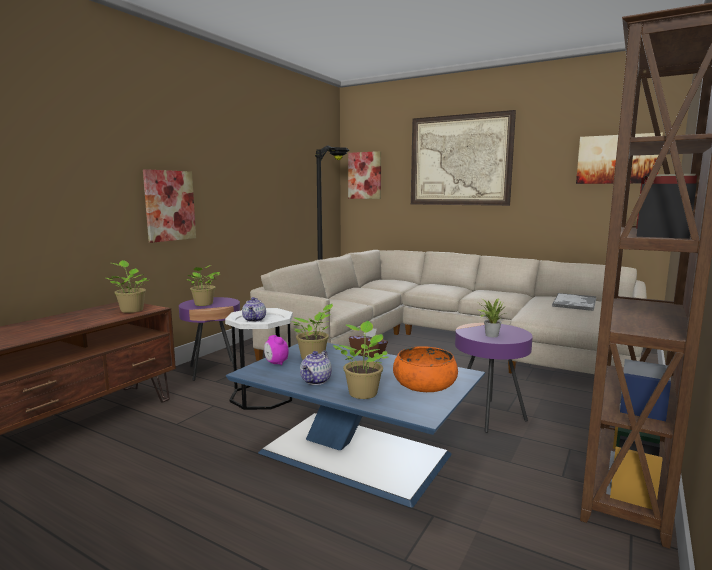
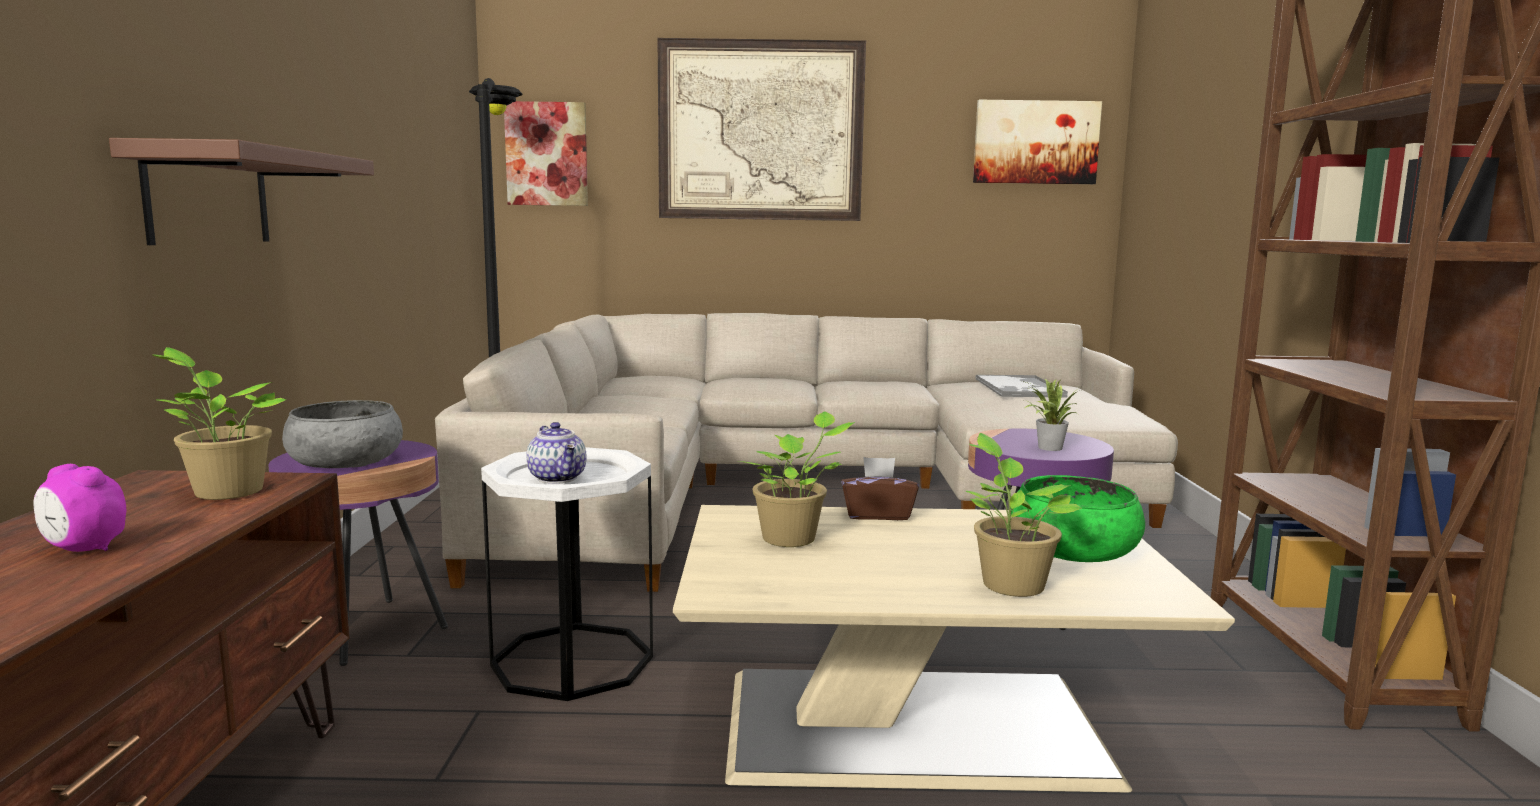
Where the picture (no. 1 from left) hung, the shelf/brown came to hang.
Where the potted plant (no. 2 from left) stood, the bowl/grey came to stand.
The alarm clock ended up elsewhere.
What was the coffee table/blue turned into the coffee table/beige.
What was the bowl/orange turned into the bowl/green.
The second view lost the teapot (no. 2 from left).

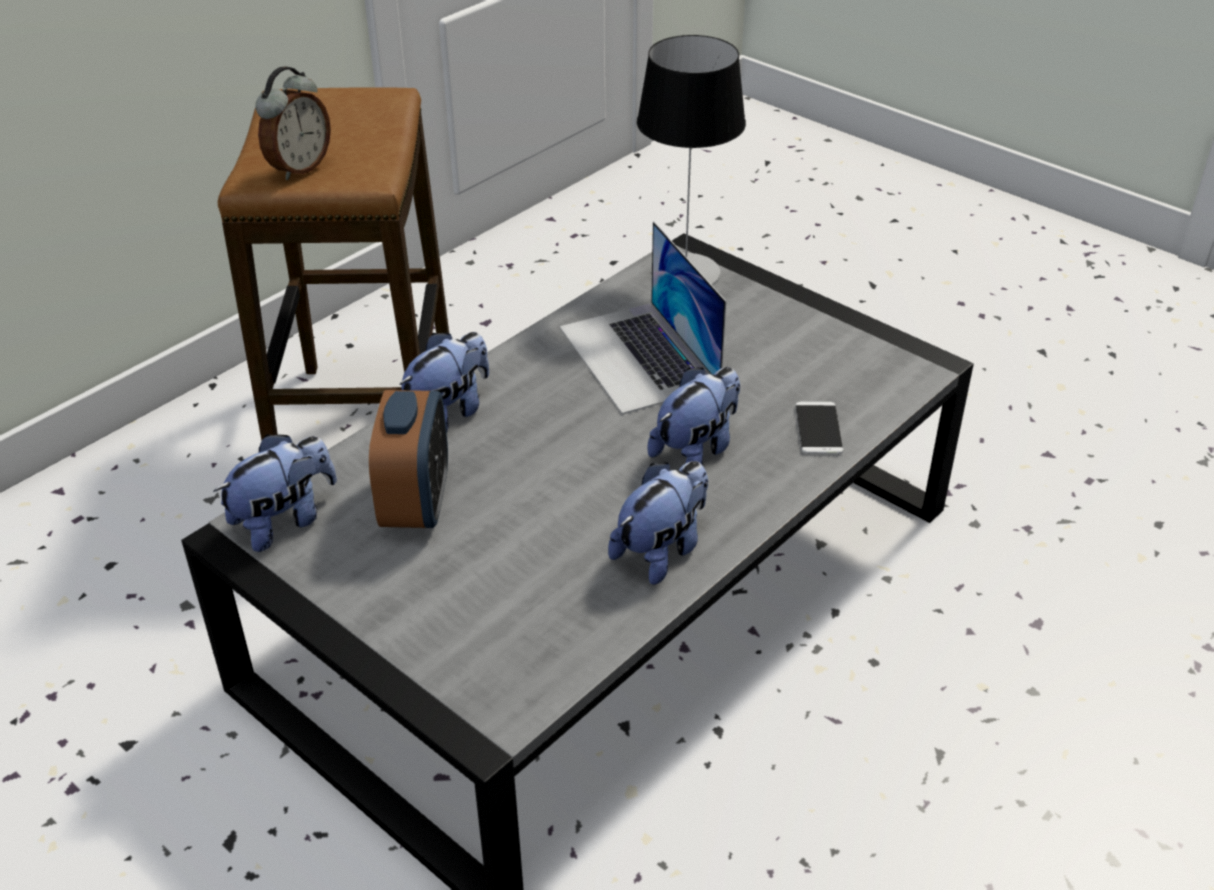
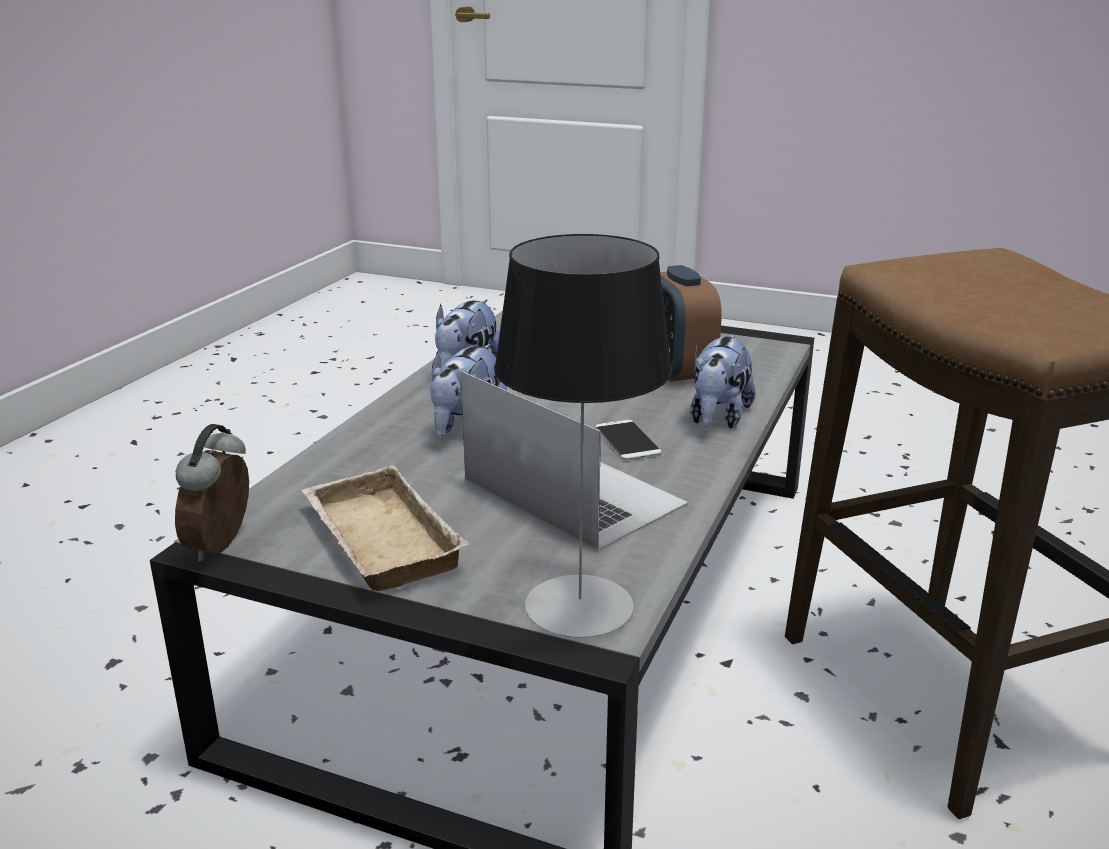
The alarm clock (no. 1 from left) ended up elsewhere.
The phone ended up elsewhere.
The second view lost the plush toy (no. 1 from left).
The second view gained the tray/beige.

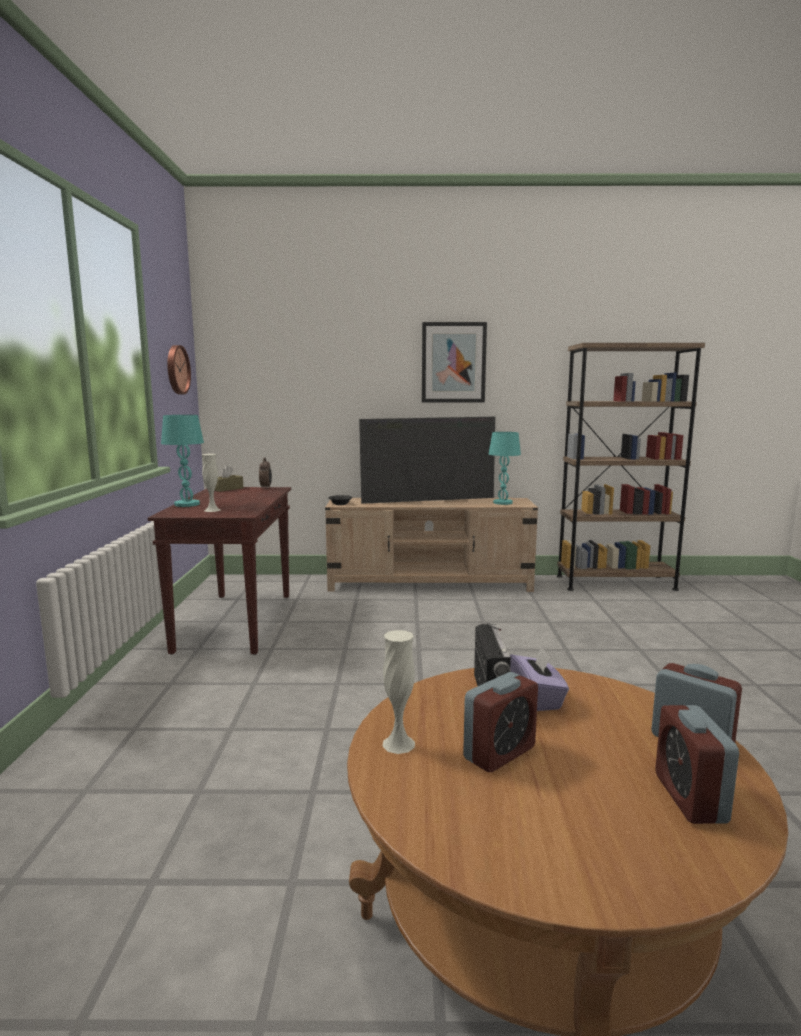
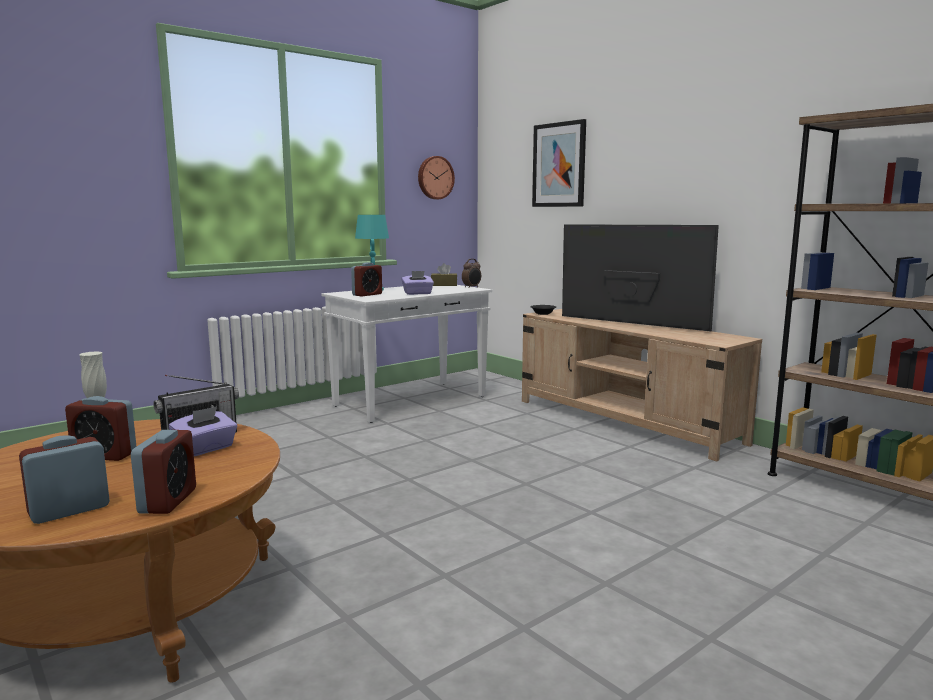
The picture ended up elsewhere.
The second view lost the table lamp/turquoise (no. 2 from left).
Where the vase/white (no. 1 from left) stood, the alarm clock (no. 4 from left) came to stand.
What was the console table/brown turned into the console table/white.
The second view gained the tissue box/purple (no. 2 from left).

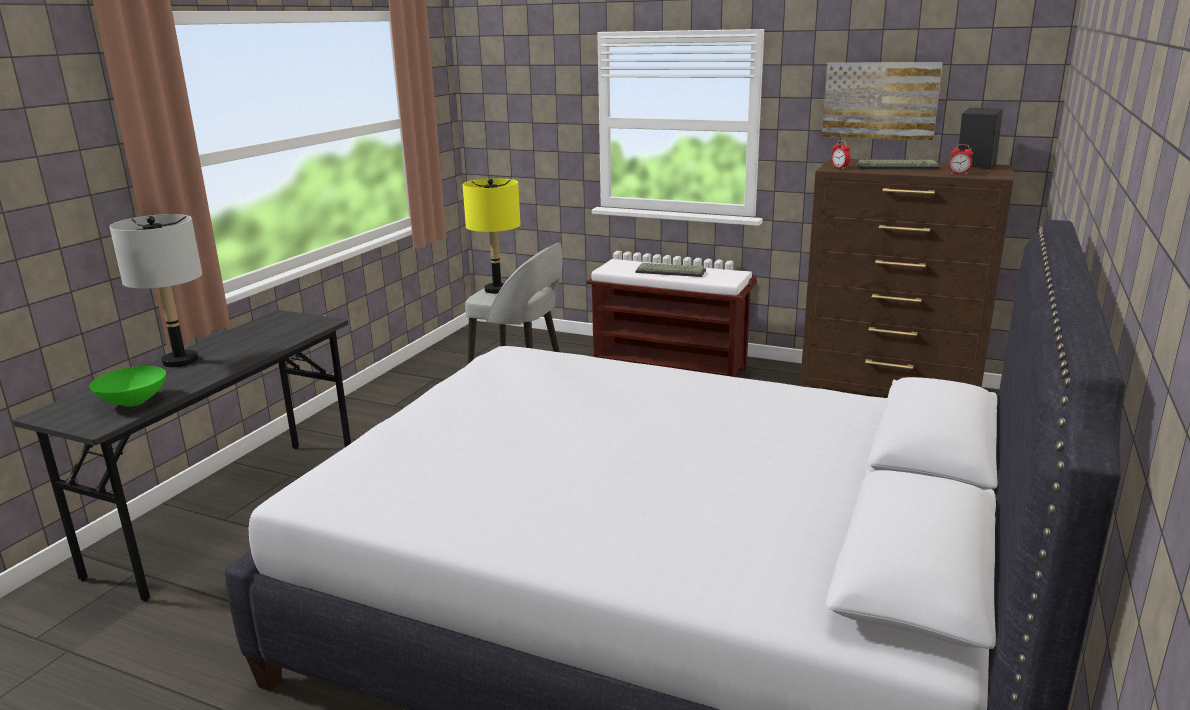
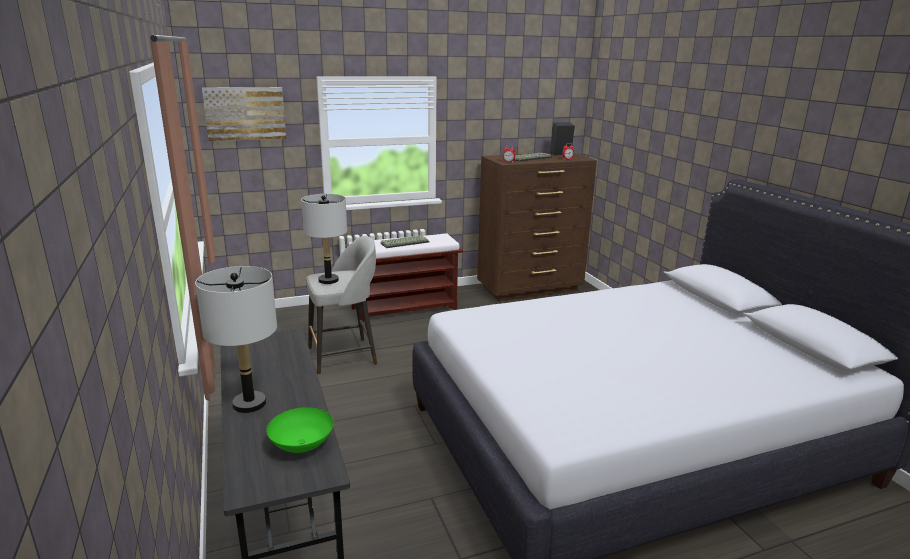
The picture ended up elsewhere.
What was the table lamp/yellow turned into the table lamp/grey (no. 2 from left).

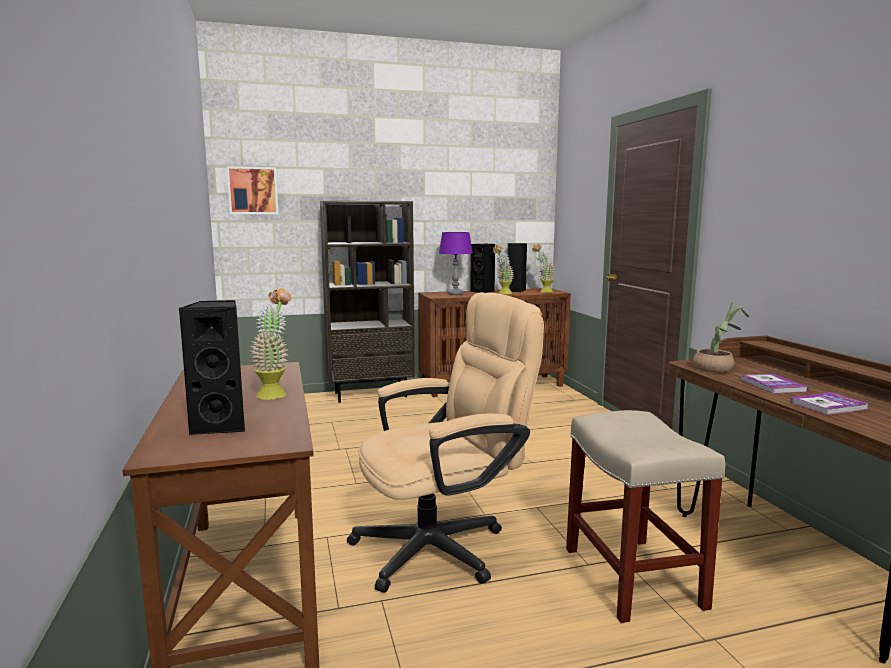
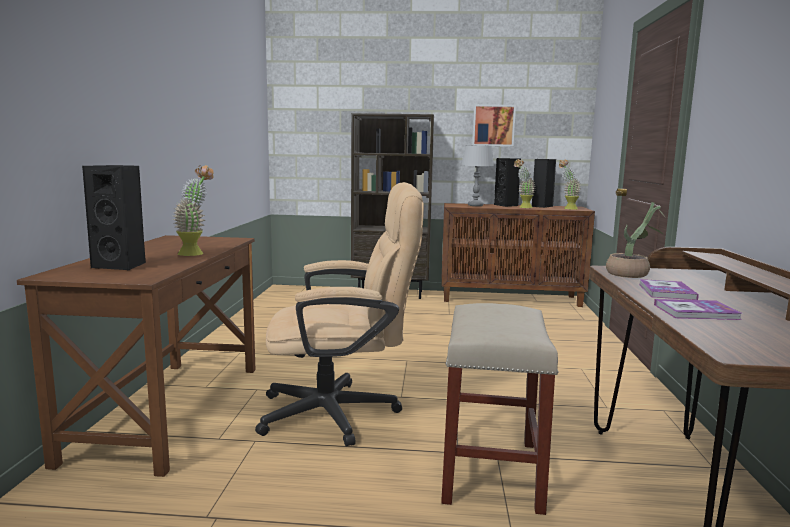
The picture ended up elsewhere.
What was the table lamp/purple turned into the table lamp/grey.

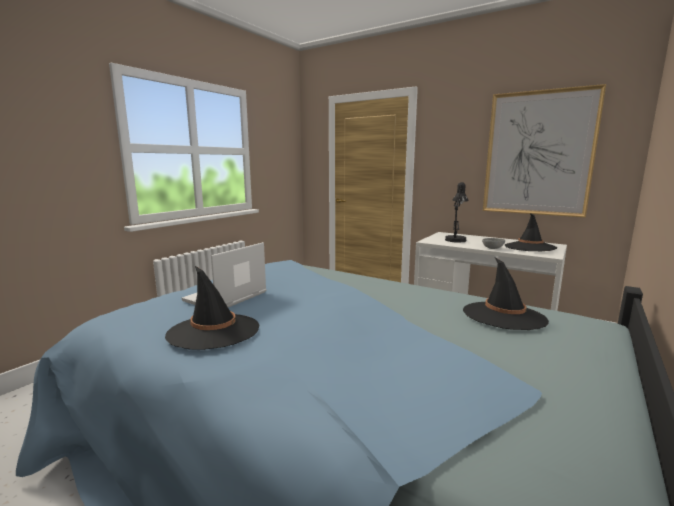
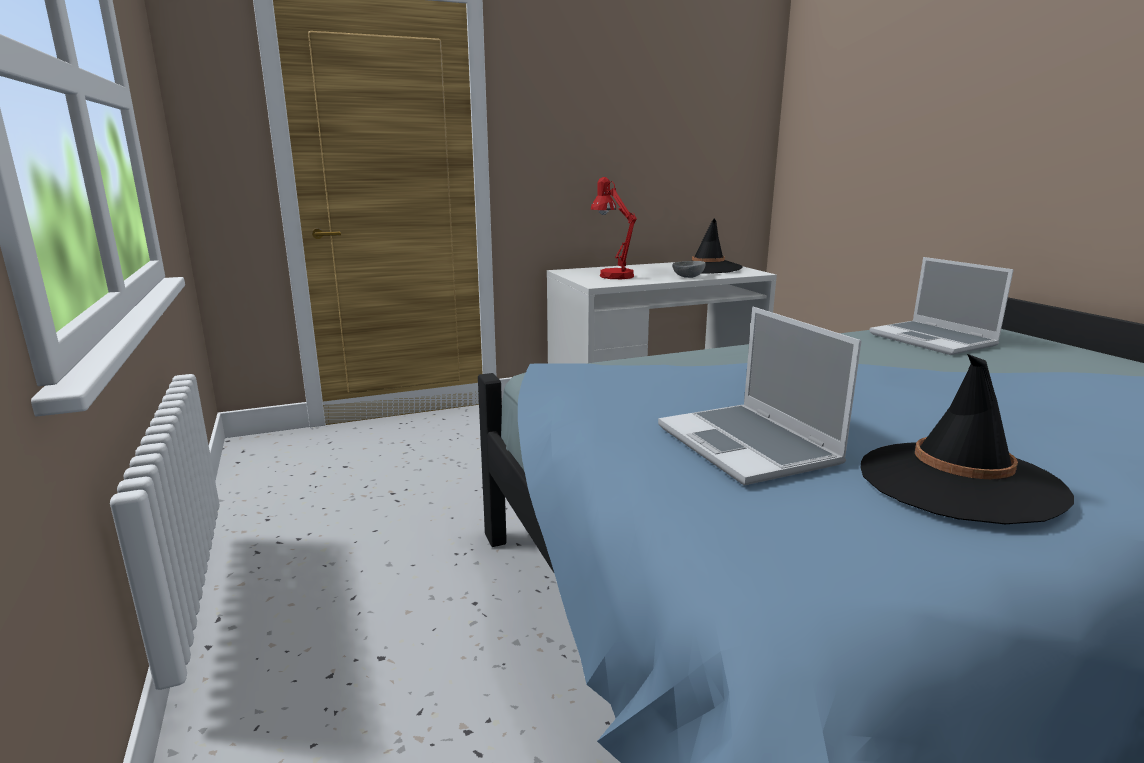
The second view lost the picture.
What was the table lamp/black turned into the table lamp/red.
Where the hat/black (no. 2 from left) stood, the laptop (no. 2 from left) came to stand.

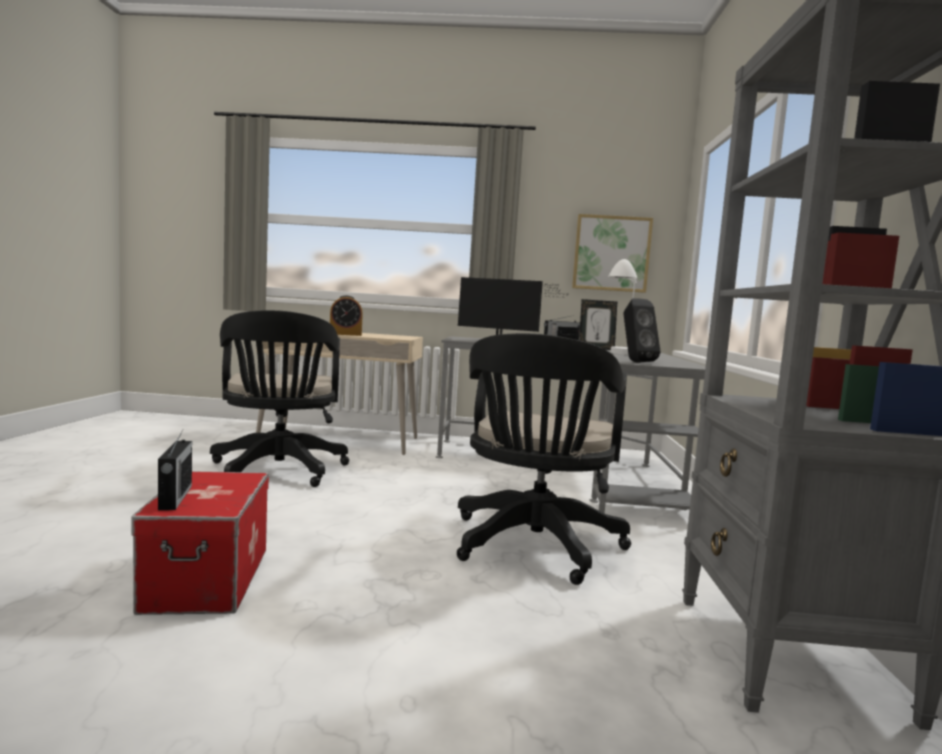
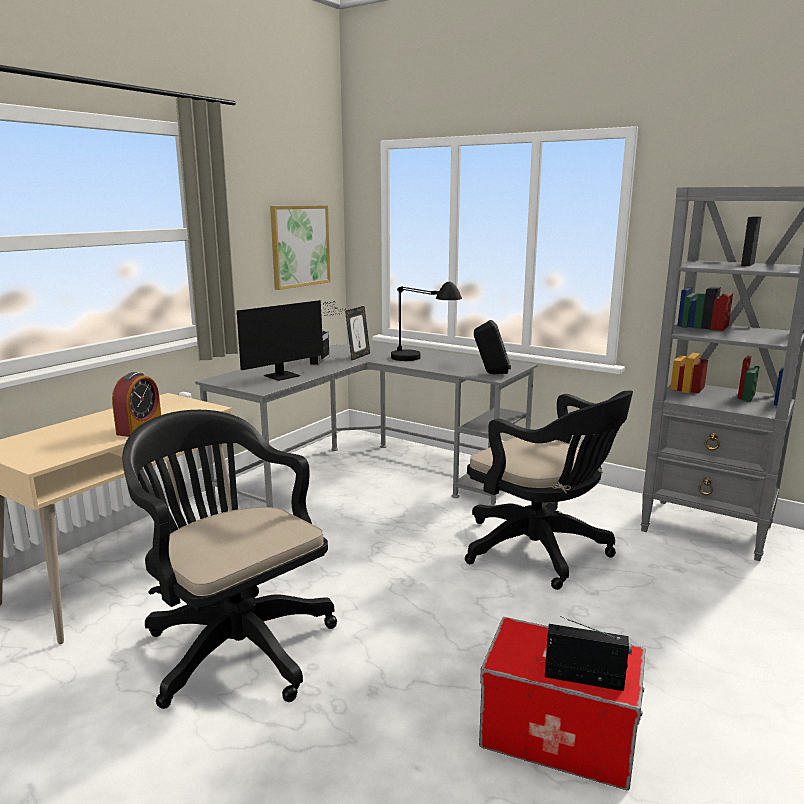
What was the table lamp/white turned into the table lamp/black.
The office chair/black (no. 1 from left) ended up facing another way, 150 degrees counterclockwise from before.

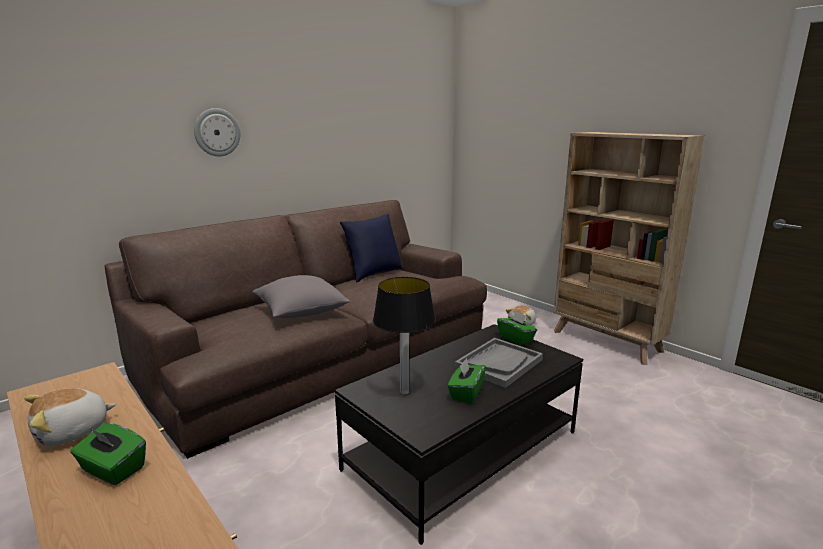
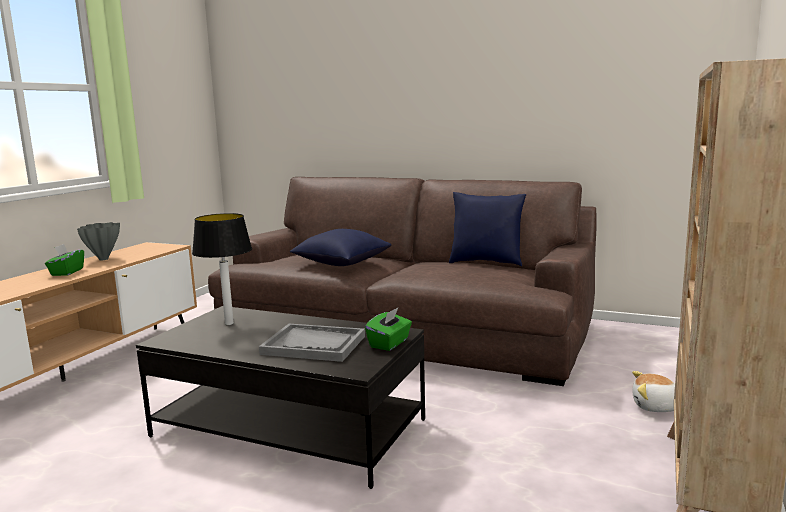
The second view lost the wall clock.
What was the pillow/grey turned into the pillow/blue (no. 1 from left).
The second view lost the tissue box/green (no. 2 from left).
Where the plush toy (no. 1 from left) stood, the vase/grey came to stand.

